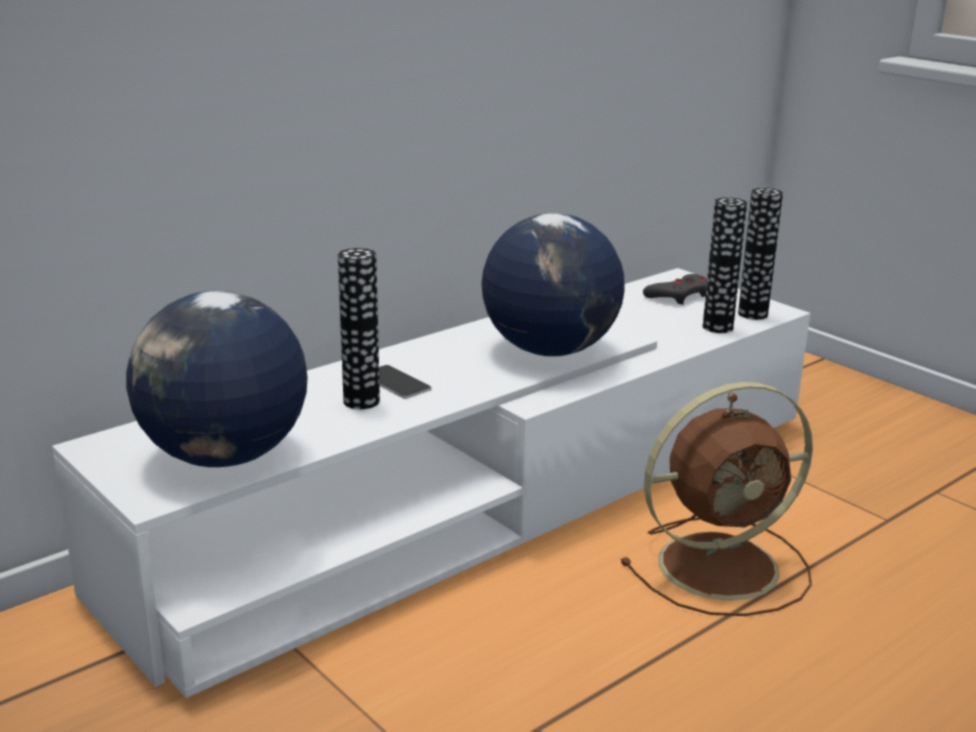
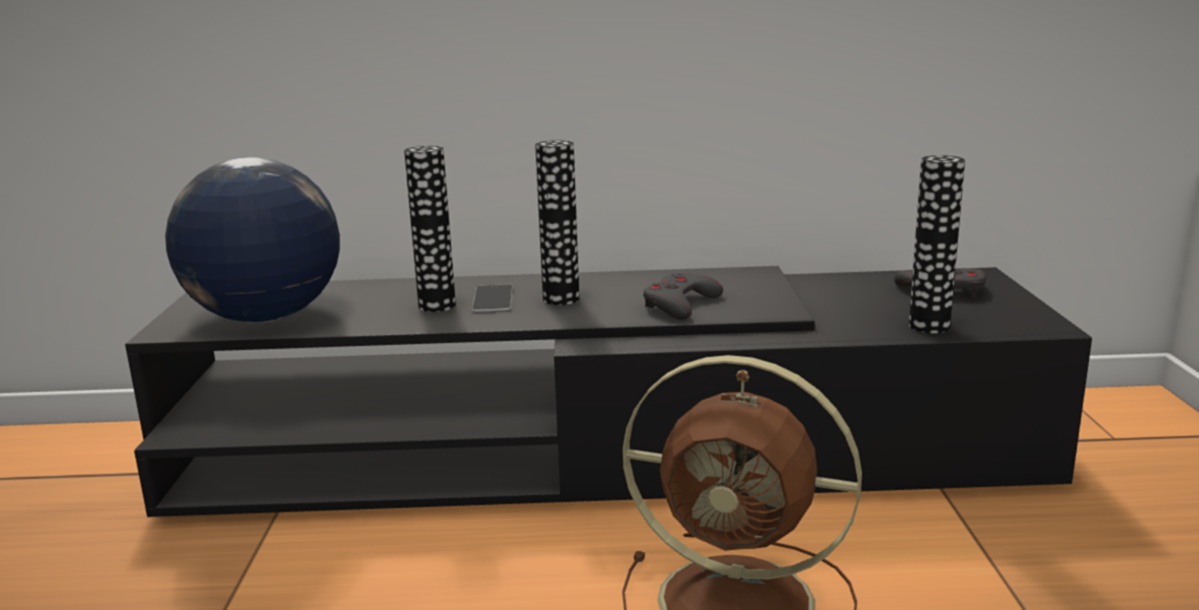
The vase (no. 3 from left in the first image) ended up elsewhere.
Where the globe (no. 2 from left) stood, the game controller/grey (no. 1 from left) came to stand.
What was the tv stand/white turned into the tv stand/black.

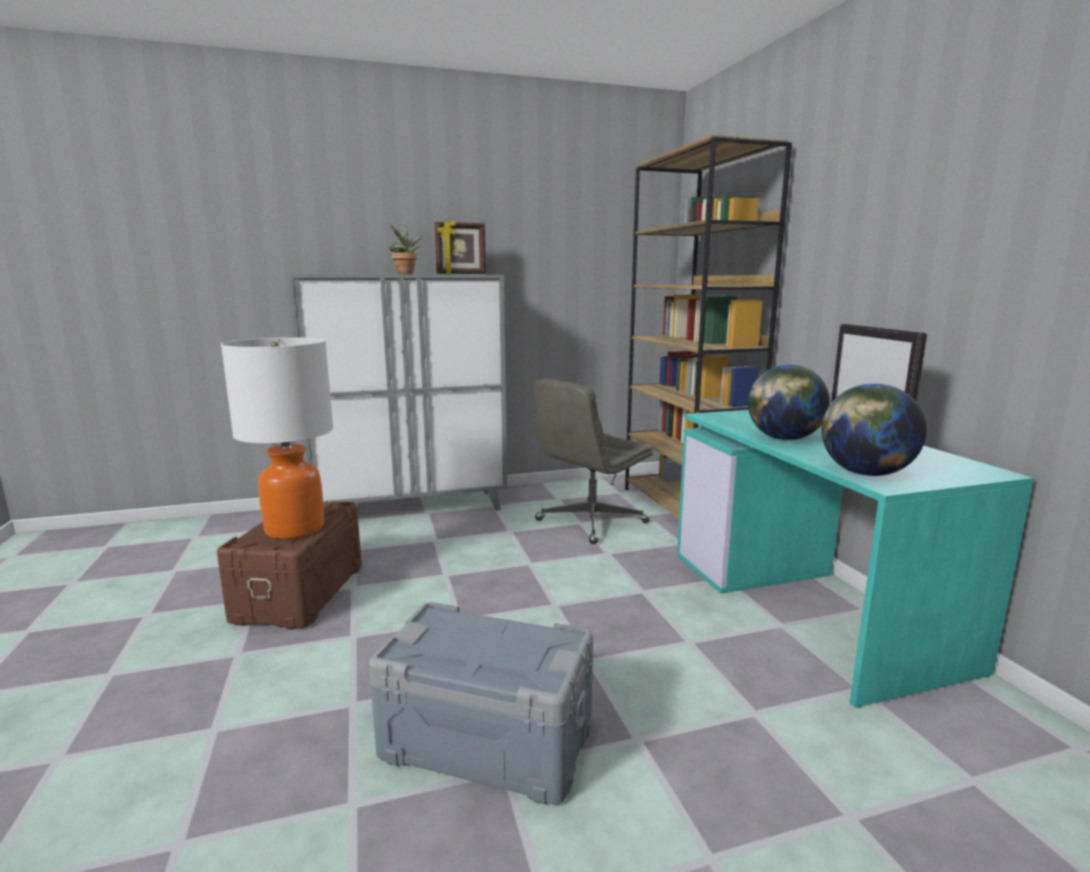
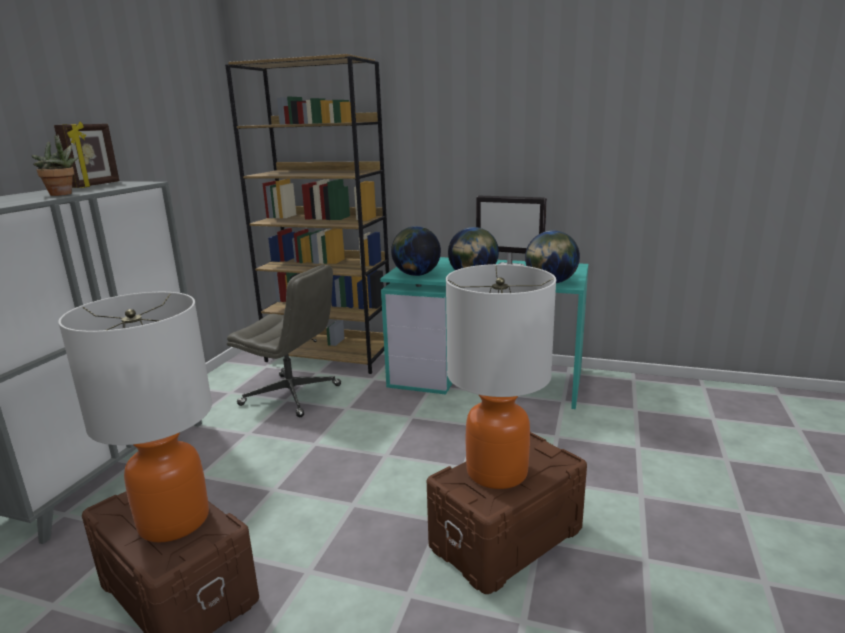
The office chair/grey ended up facing another way, 60 degrees counterclockwise from before.
What was the storage box/grey turned into the storage box/brown (no. 2 from left).
The second view gained the globe (no. 1 from left).
The second view gained the table lamp (no. 2 from left).

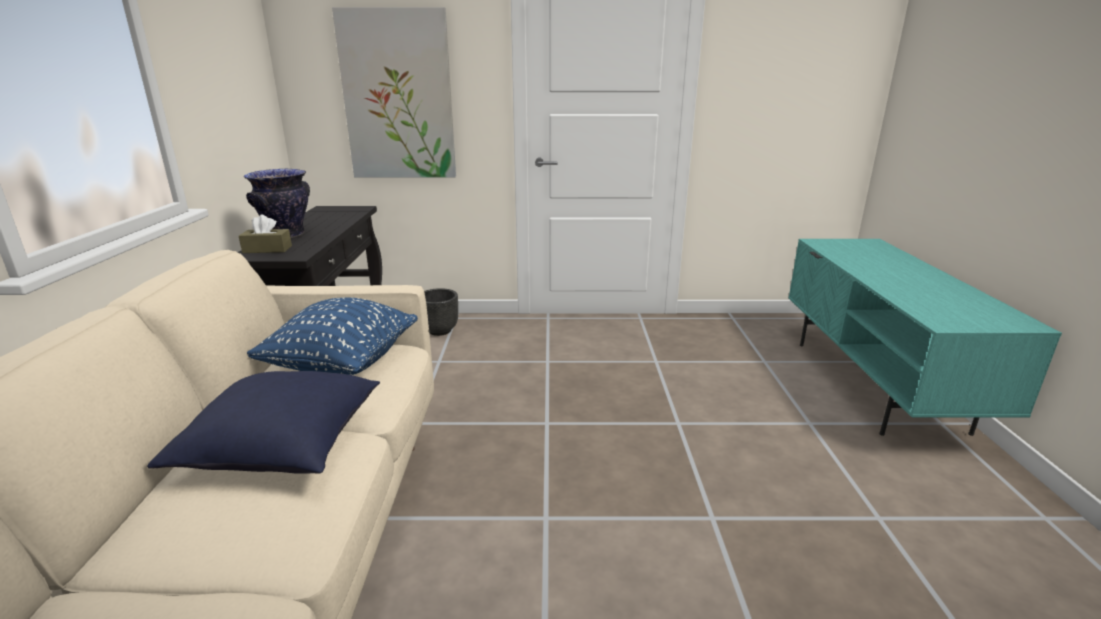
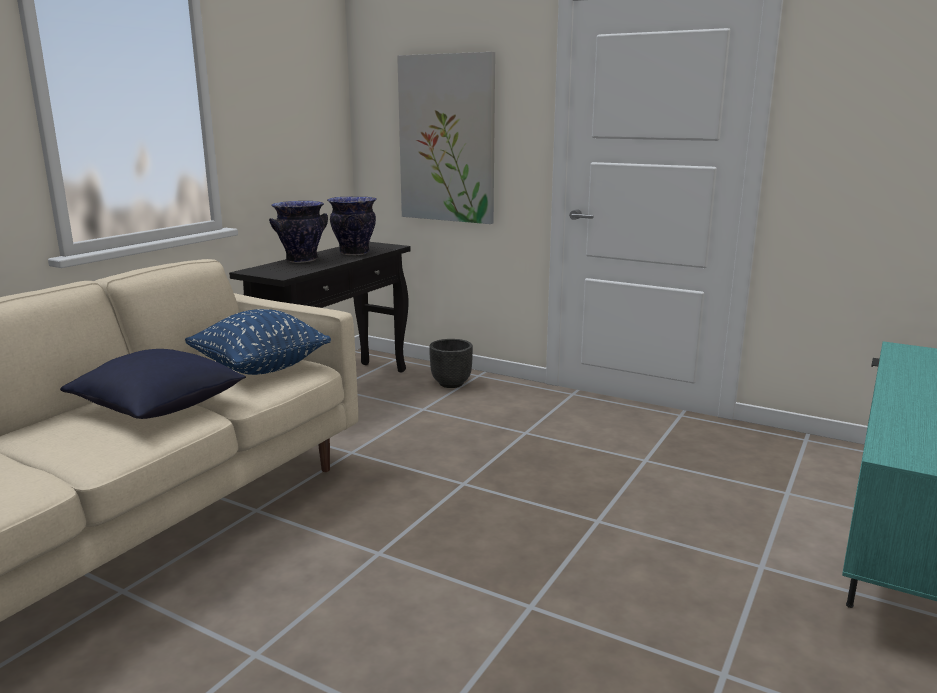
The second view lost the tissue box/brown.
The second view gained the vase (no. 2 from left).

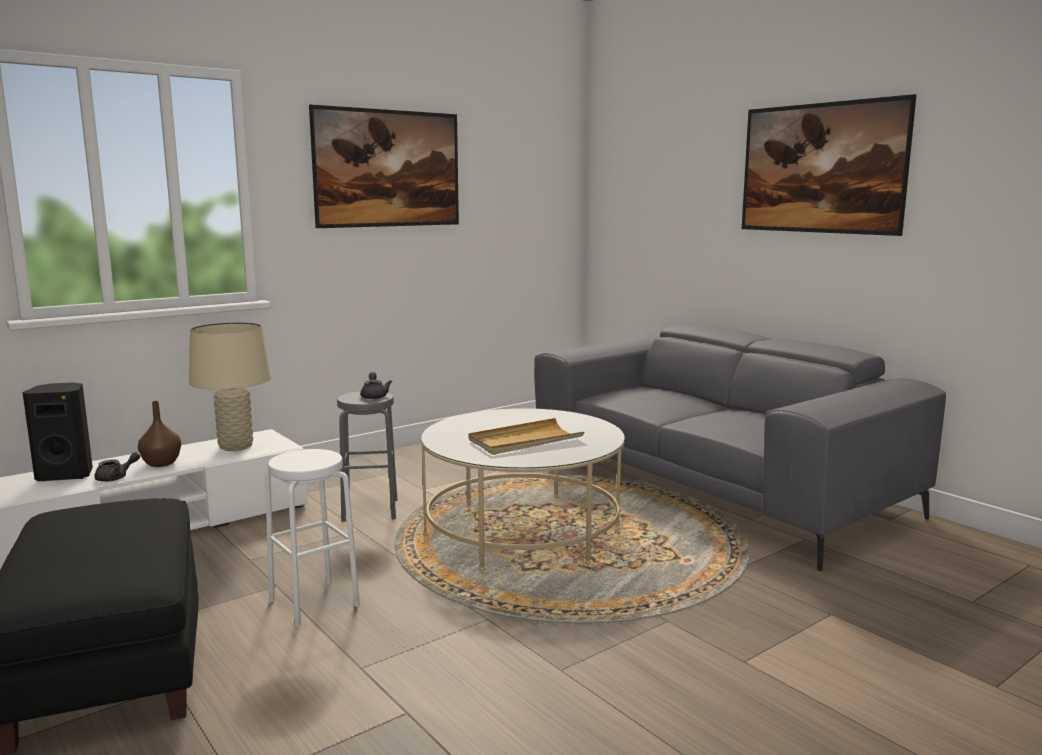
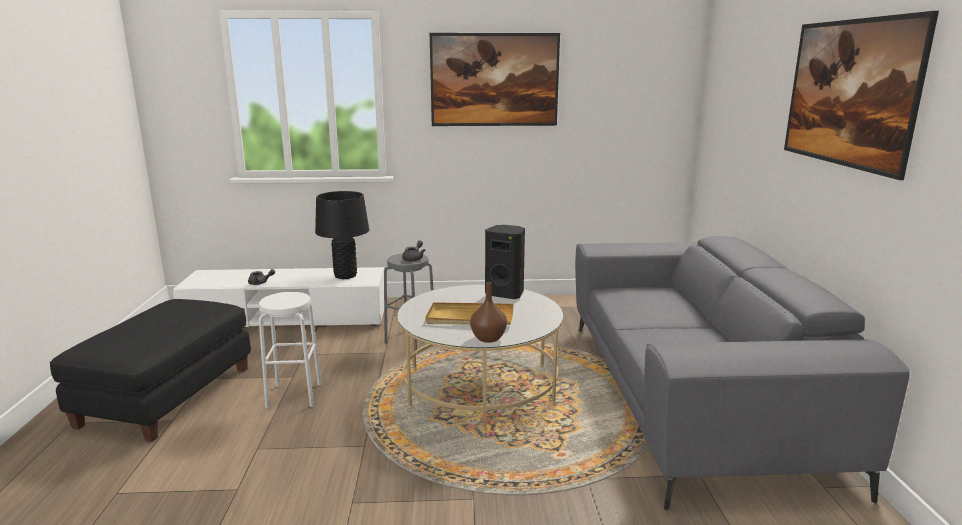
What was the table lamp/beige turned into the table lamp/black.
The speaker/black ended up elsewhere.
The vase/brown ended up elsewhere.

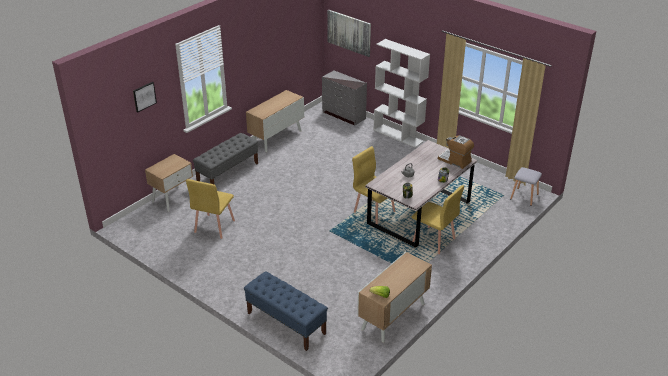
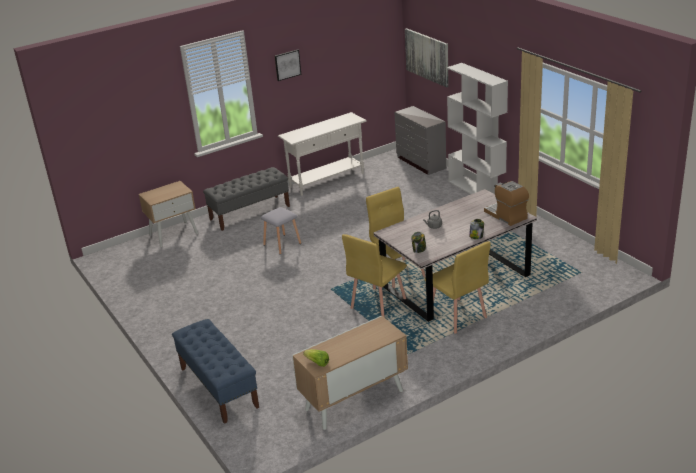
The picture (no. 1 from left) ended up elsewhere.
Where the cabinet (no. 1 from left) stood, the console table/white came to stand.
The stool/grey ended up elsewhere.
The chair/yellow (no. 1 from left) ended up elsewhere.

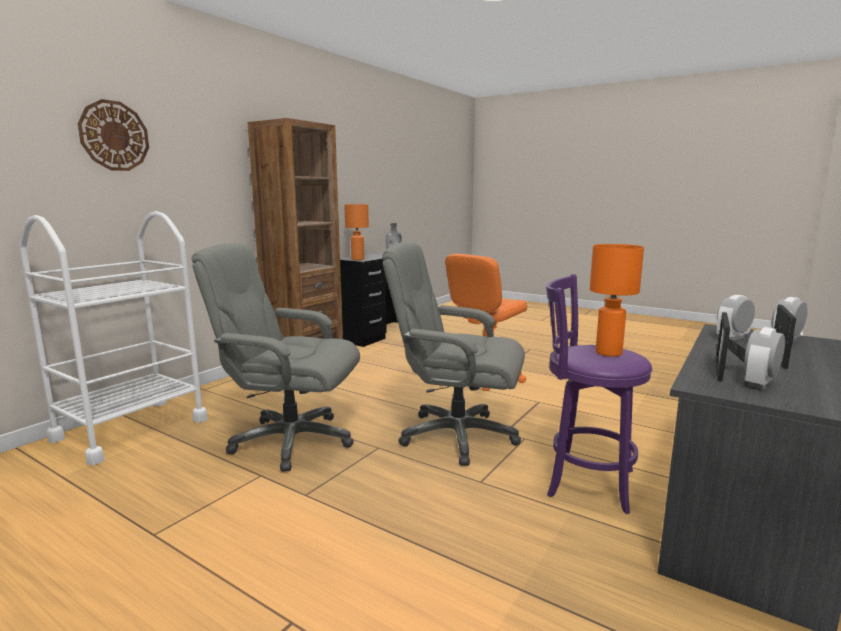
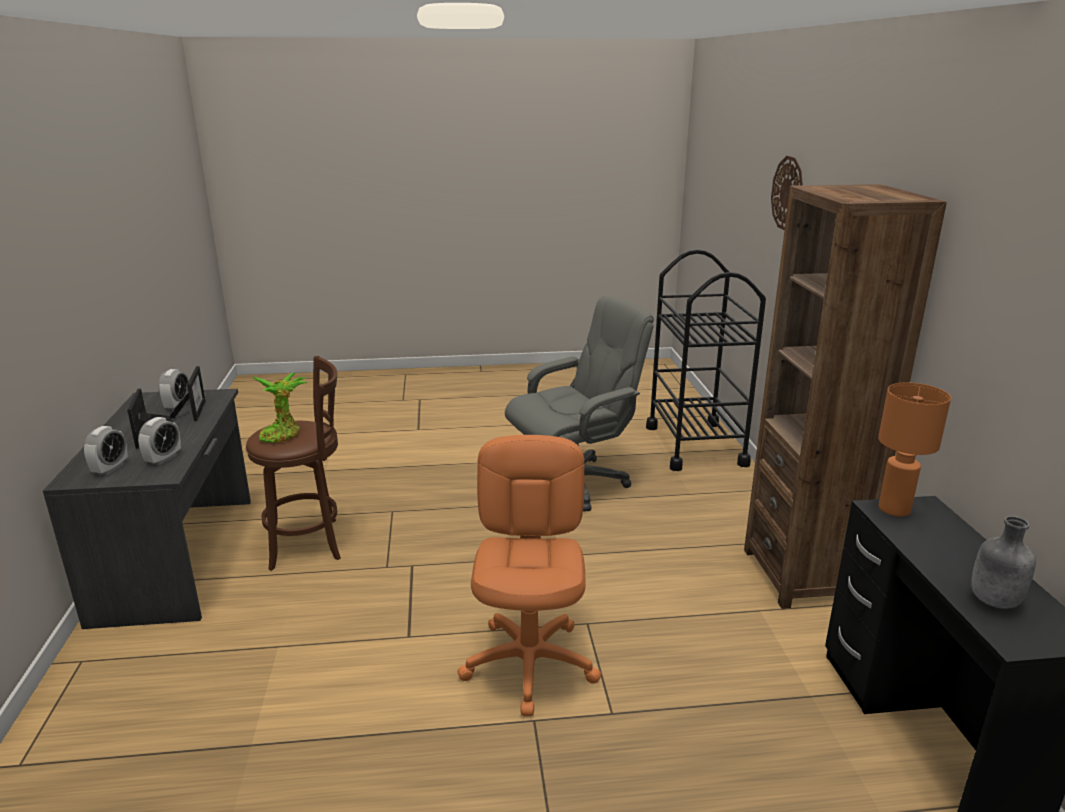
What was the cart/white turned into the cart/black.
The second view lost the office chair/grey (no. 2 from left).
Where the table lamp/orange (no. 2 from left) stood, the potted plant came to stand.
What was the stool/purple turned into the stool/brown.

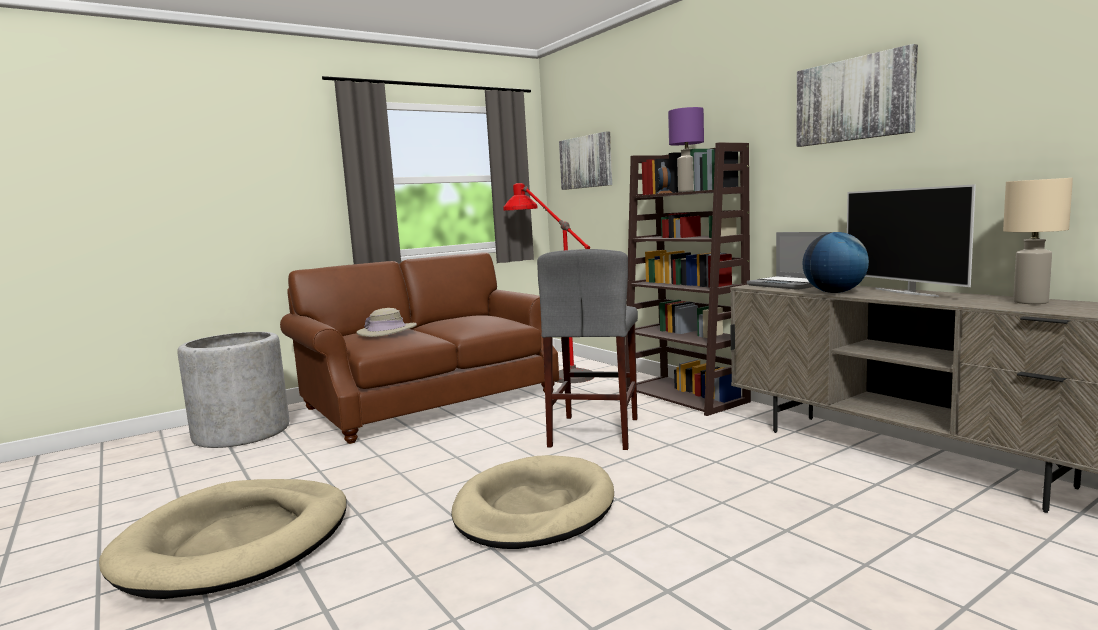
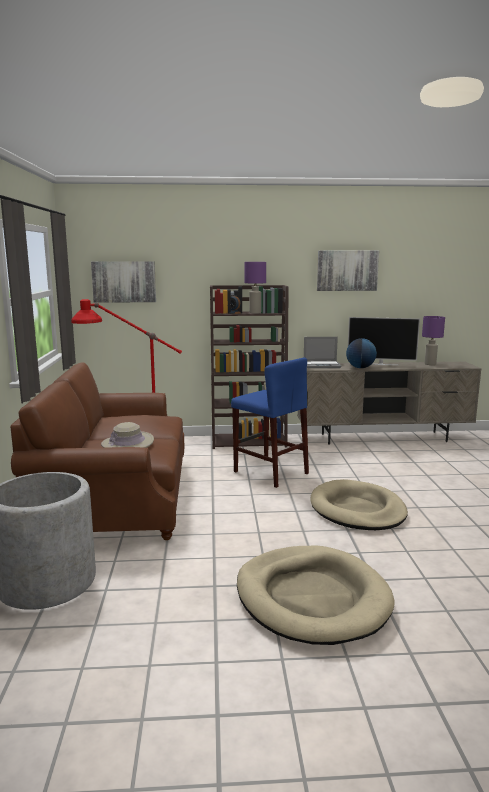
What was the table lamp/beige turned into the table lamp/purple (no. 2 from left).
What was the stool/grey turned into the stool/blue.

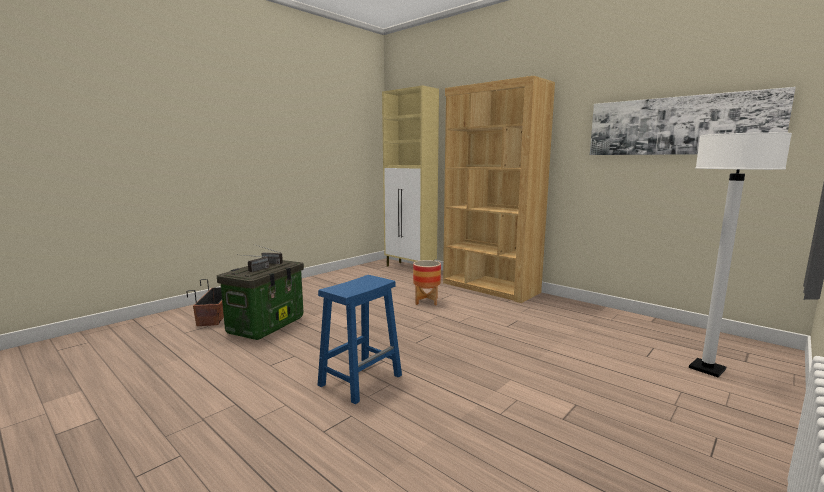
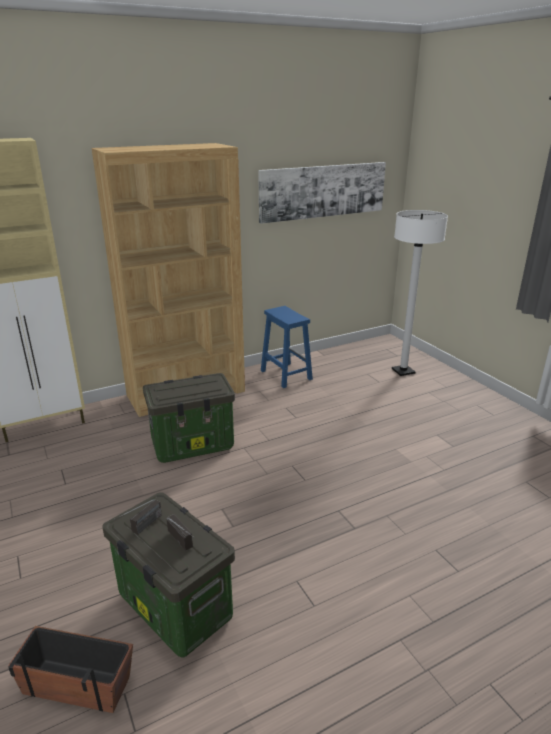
Where the planter (no. 2 from left) stood, the storage box (no. 2 from left) came to stand.
The stool/blue ended up elsewhere.

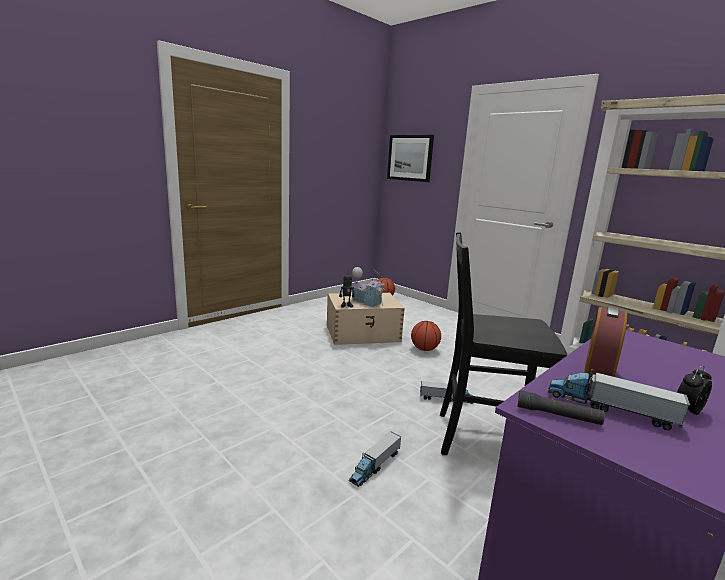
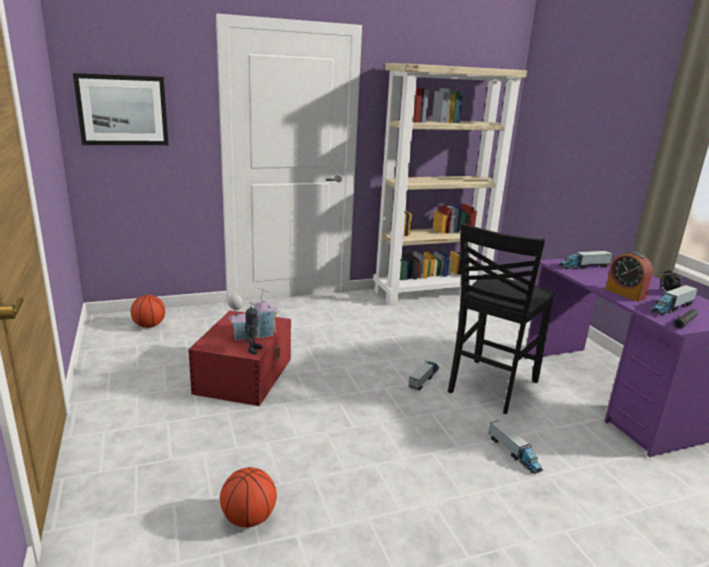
What was the storage box/beige turned into the storage box/red.
The basketball (no. 2 from left) ended up elsewhere.
The second view gained the toy truck (no. 3 from left).

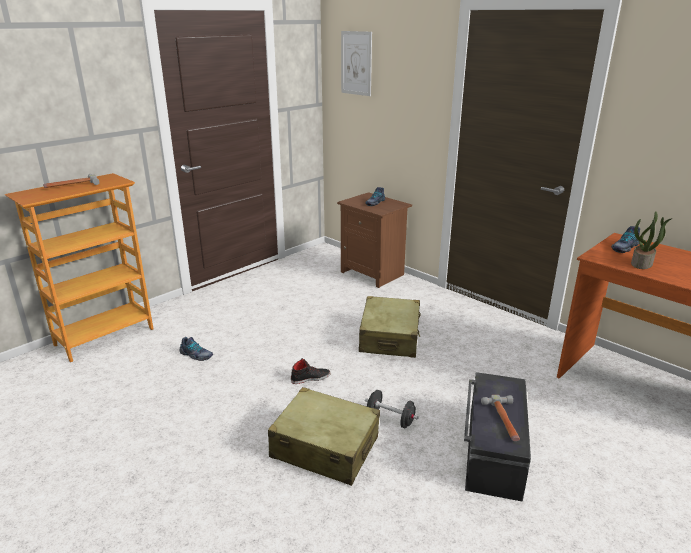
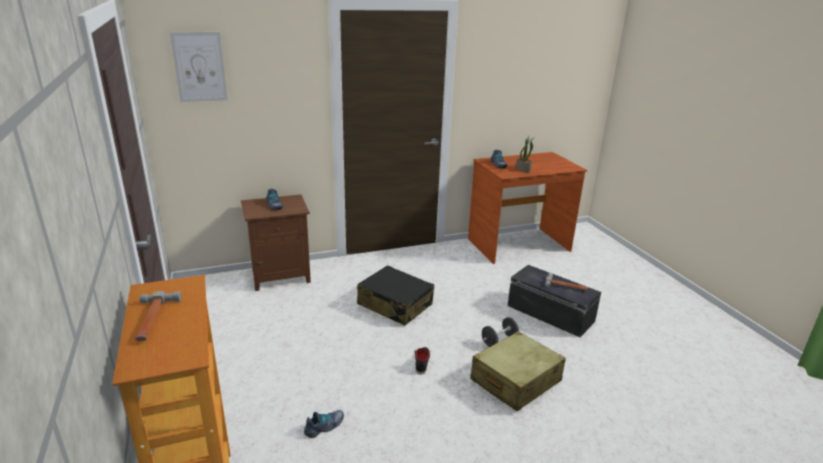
What was the suitcase/beige (no. 2 from left) turned into the suitcase/black.

